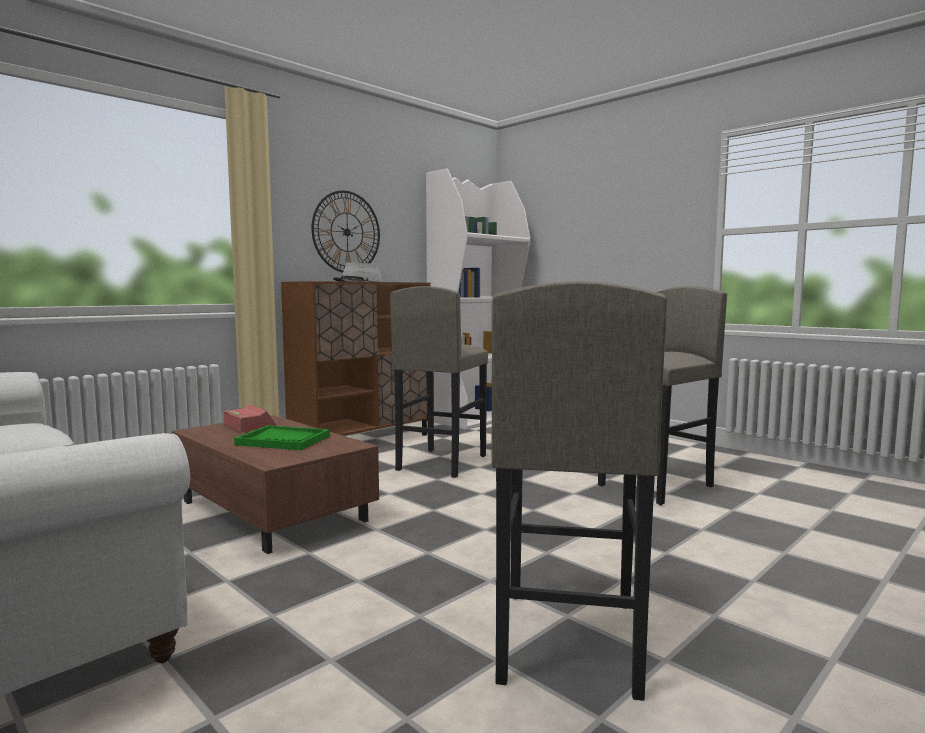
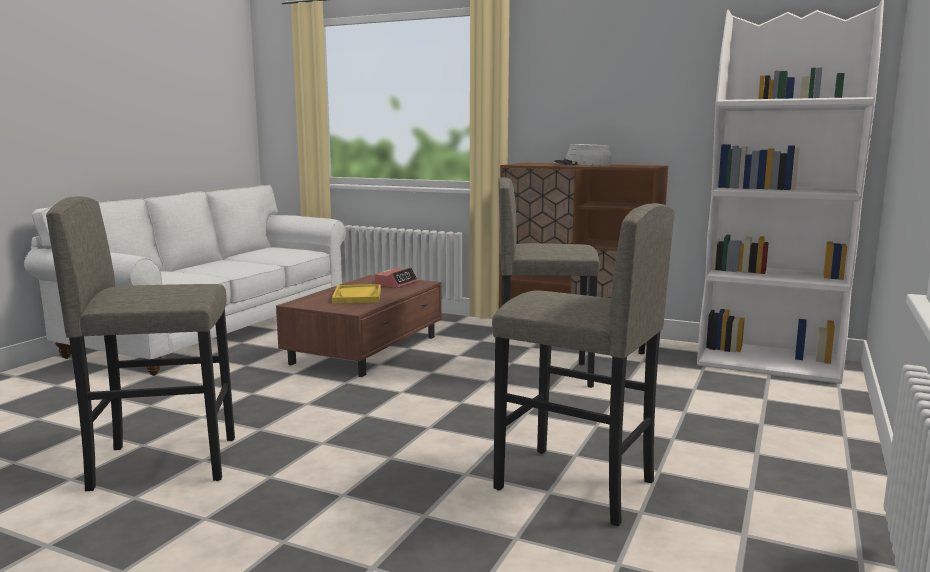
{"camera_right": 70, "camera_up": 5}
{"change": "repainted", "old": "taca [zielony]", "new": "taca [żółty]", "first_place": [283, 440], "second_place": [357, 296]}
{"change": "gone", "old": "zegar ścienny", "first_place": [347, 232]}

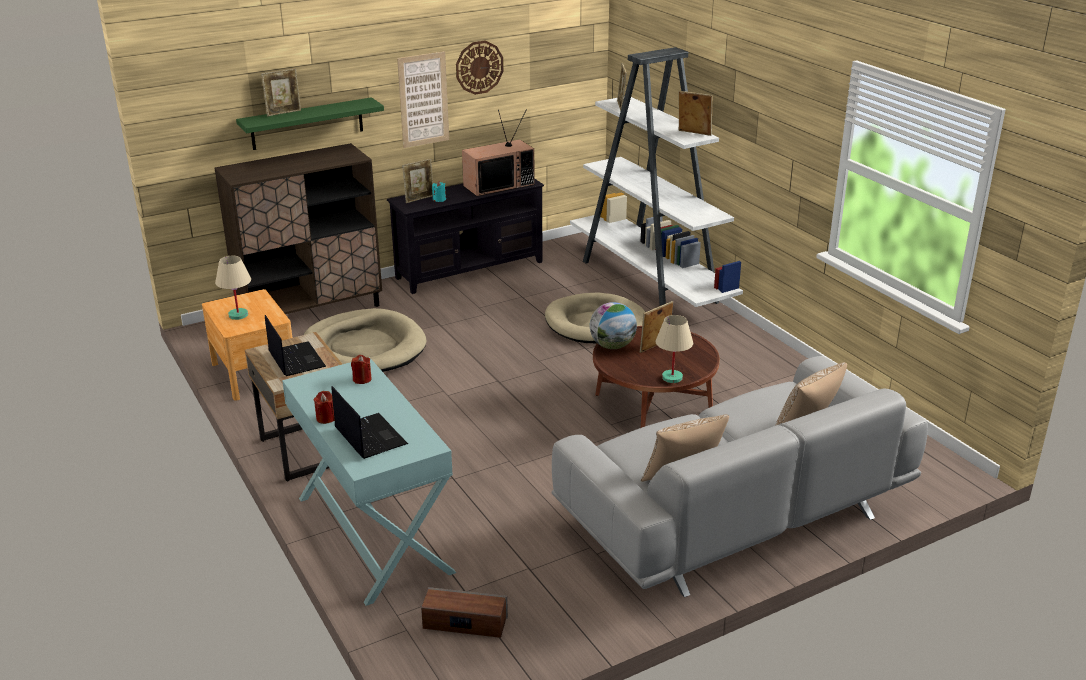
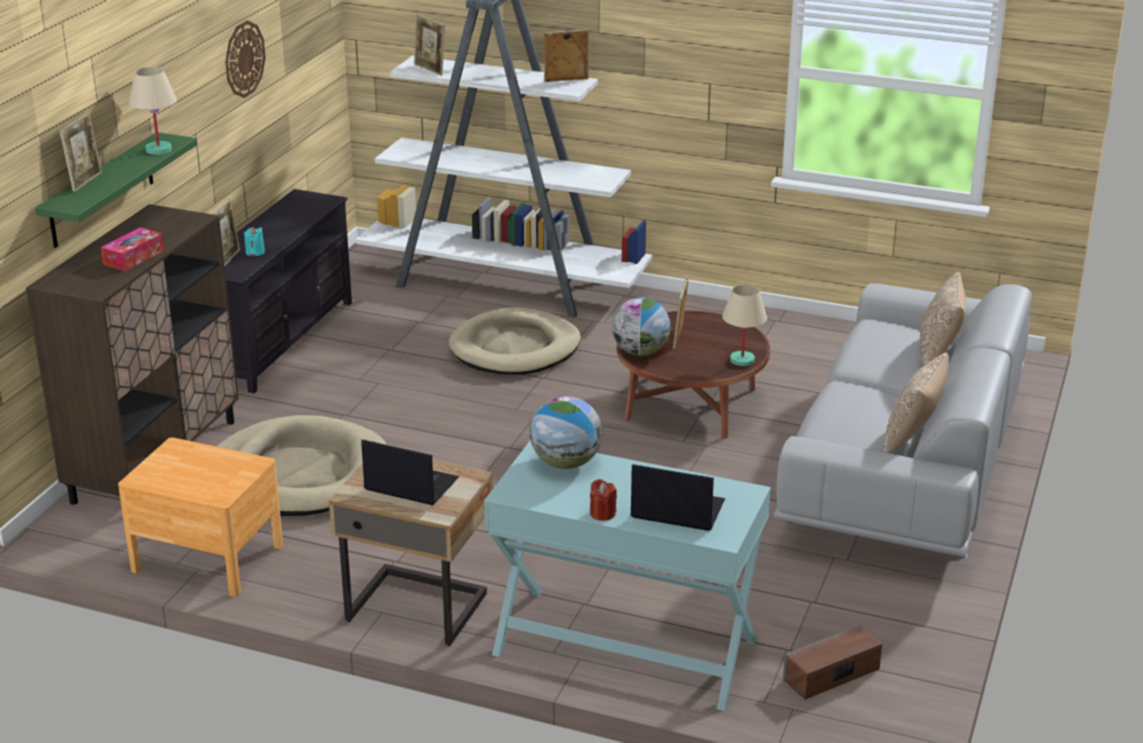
{"camera_right": -40, "camera_up": 0}
{"change": "shifted", "old": "lampa stołowa [beżowy]", "first_place": [238, 315], "second_place": [158, 149]}
{"change": "swapped", "old": "świeca [czerwony]", "new": "globus", "first_place": [362, 379], "second_place": [566, 463]}
{"change": "gone", "old": "obraz", "first_place": [423, 99]}
{"change": "gone", "old": "telewizor", "first_place": [499, 185]}
{"change": "new", "new": "pudełko chusteczek", "second_place": [134, 257]}

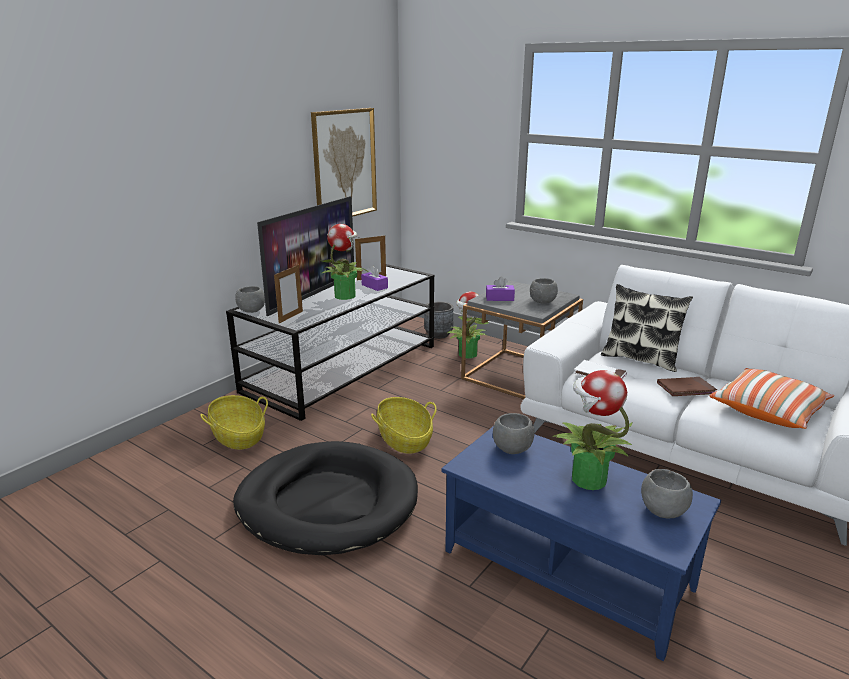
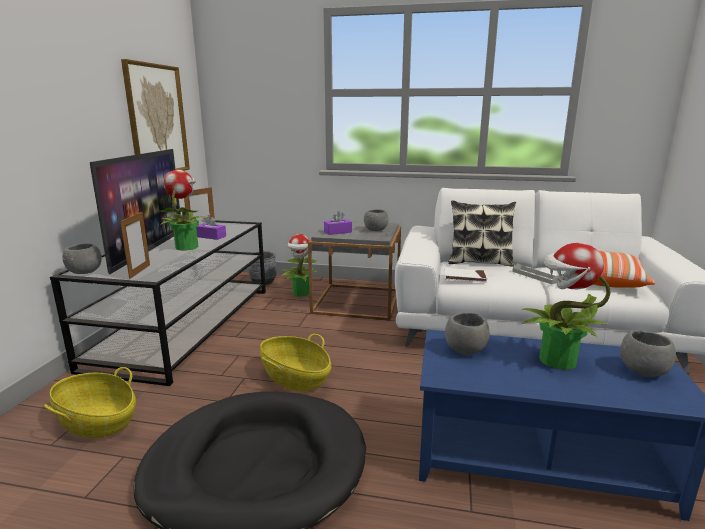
{"camera_right": -25, "camera_up": -5}
{"change": "swapped", "old": "książka [brązowy]", "new": "taca [szary]", "first_place": [685, 389], "second_place": [535, 276]}

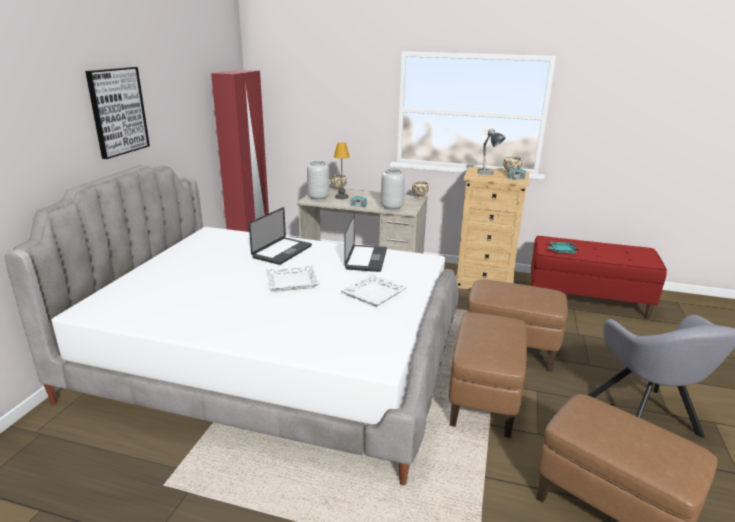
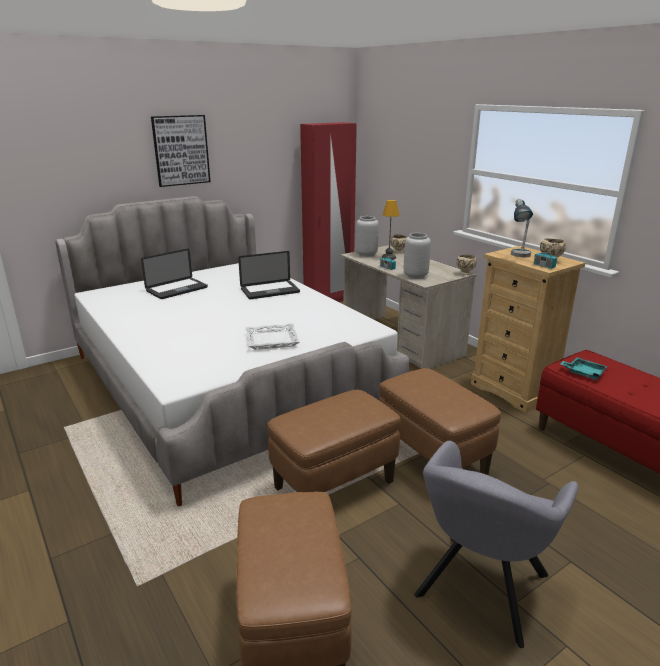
{"camera_right": 40, "camera_up": 0}
{"change": "gone", "old": "taca [biały]", "first_place": [292, 282]}
{"change": "shifted", "old": "laptop", "first_place": [366, 259], "second_place": [177, 289]}

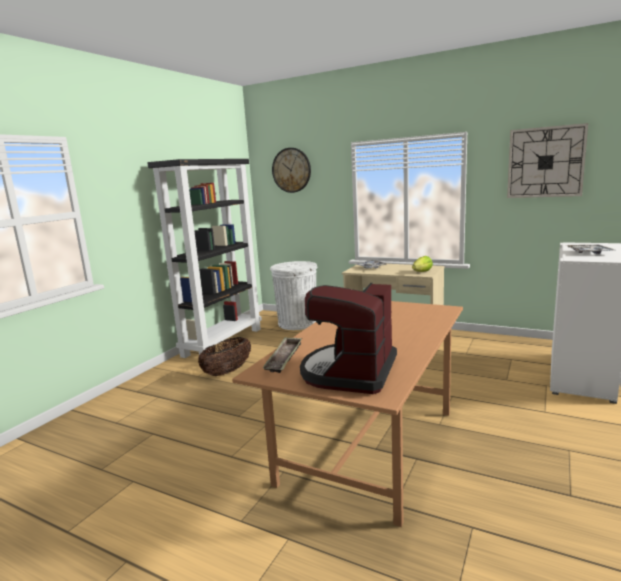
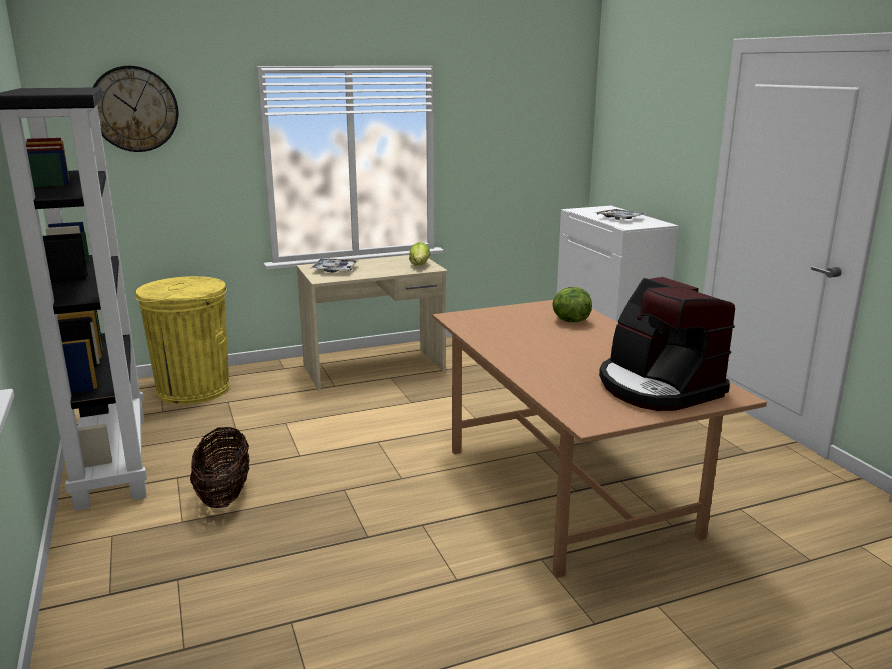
{"camera_right": -50, "camera_up": 5}
{"change": "gone", "old": "taca", "first_place": [284, 358]}
{"change": "repainted", "old": "kosz na śmieci [biały]", "new": "kosz na śmieci [żółty]", "first_place": [297, 323], "second_place": [193, 389]}
{"change": "gone", "old": "zegar ścienny", "first_place": [545, 162]}
{"change": "new", "new": "sałata", "second_place": [569, 321]}

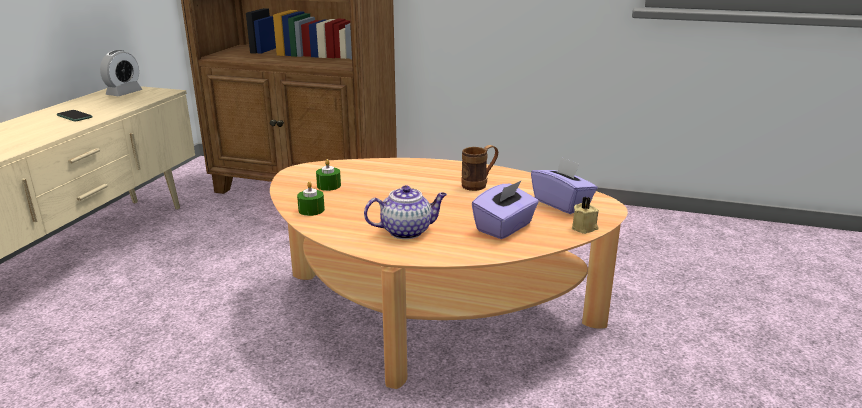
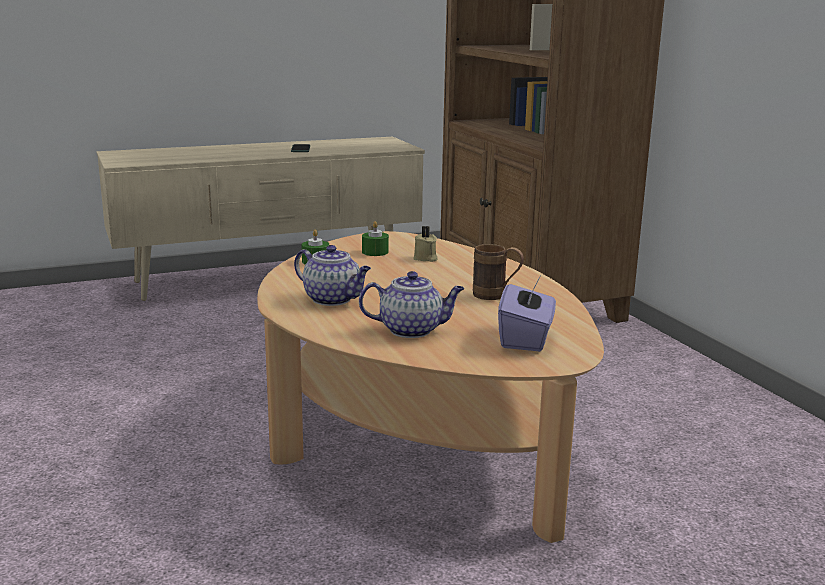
{"camera_right": 50, "camera_up": -5}
{"change": "gone", "old": "budzik", "first_place": [124, 93]}
{"change": "swapped", "old": "pudełko chusteczek [fioletowy]", "new": "imbryk", "first_place": [504, 227], "second_place": [412, 330]}
{"change": "shifted", "old": "świeca [beżowy]", "first_place": [585, 228], "second_place": [425, 258]}

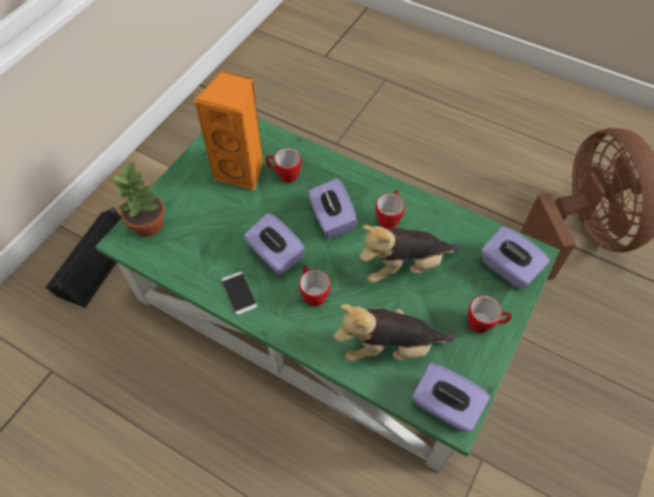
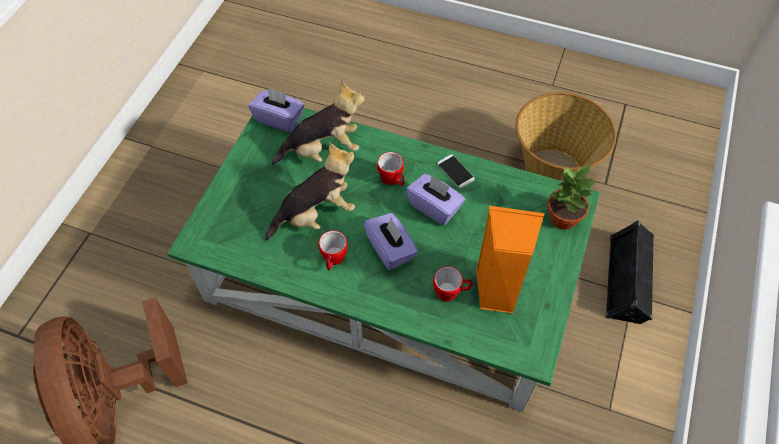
{"camera_right": 170, "camera_up": 0}
{"change": "gone", "old": "kubek", "first_place": [484, 324]}
{"change": "gone", "old": "pudełko chusteczek [fioletowy]", "first_place": [508, 268]}
{"change": "new", "new": "koszyk", "second_place": [552, 171]}

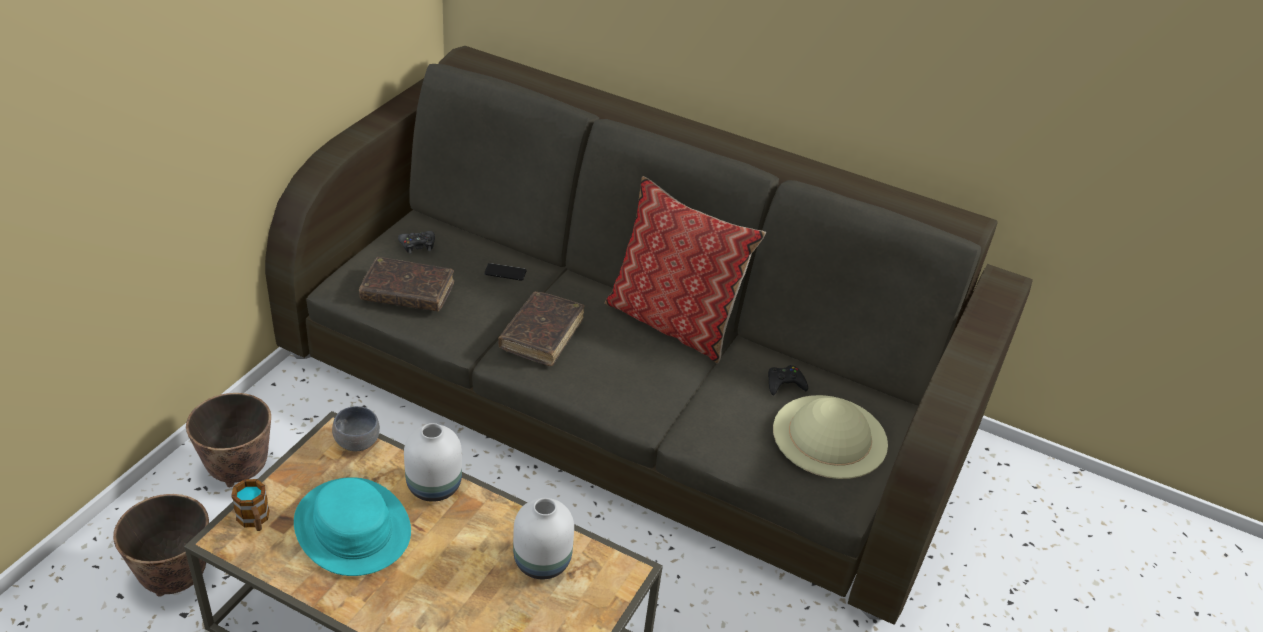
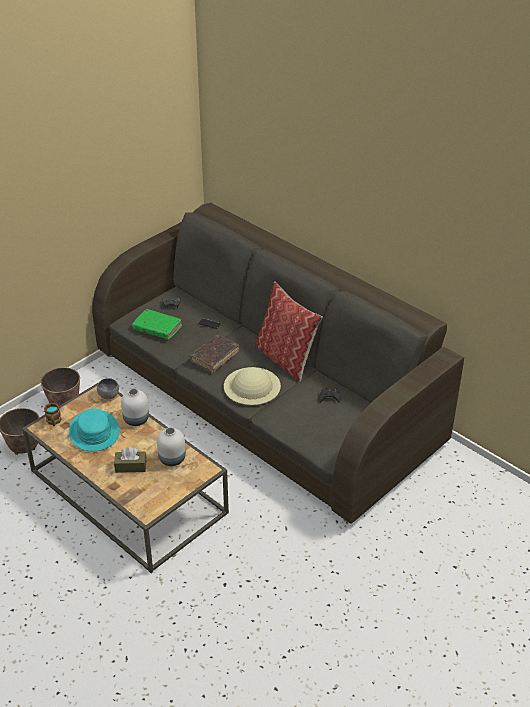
{"camera_right": 20, "camera_up": 0}
{"change": "repainted", "old": "książka [brązowy]", "new": "książka [zielony]", "first_place": [407, 293], "second_place": [157, 328]}
{"change": "shifted", "old": "kapelusz [beżowy]", "first_place": [830, 436], "second_place": [252, 386]}
{"change": "new", "new": "pudełko chusteczek [brązowy]", "second_place": [131, 466]}

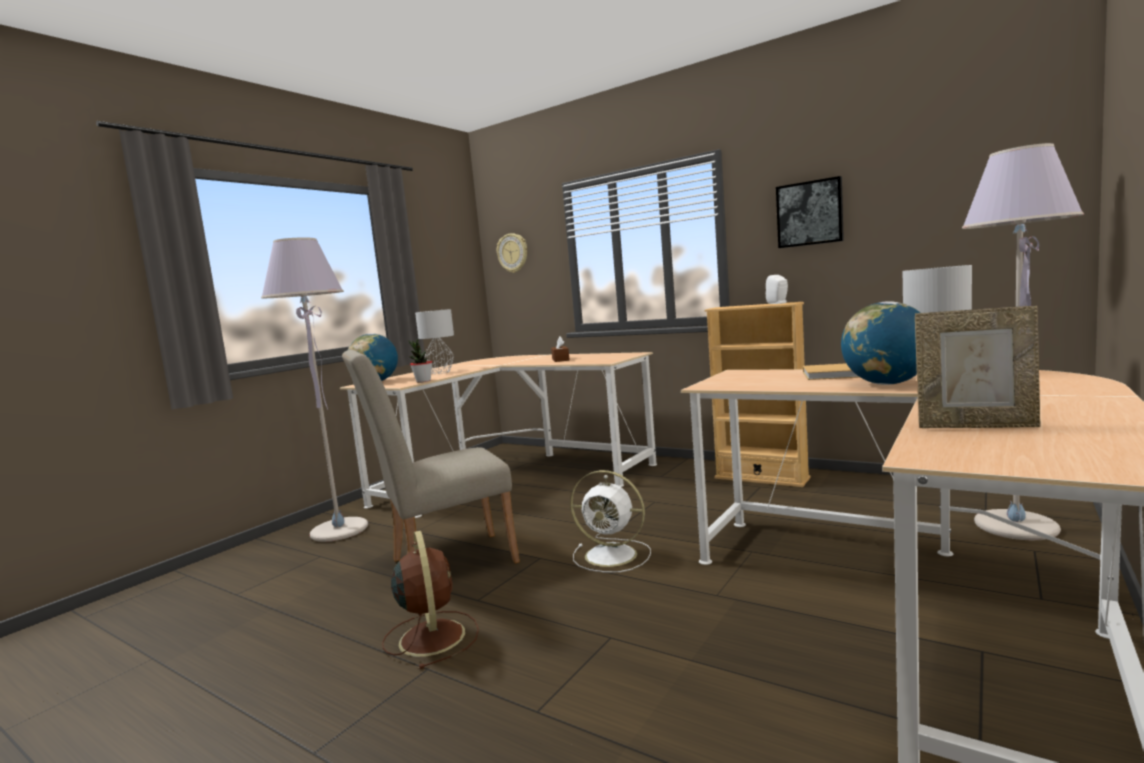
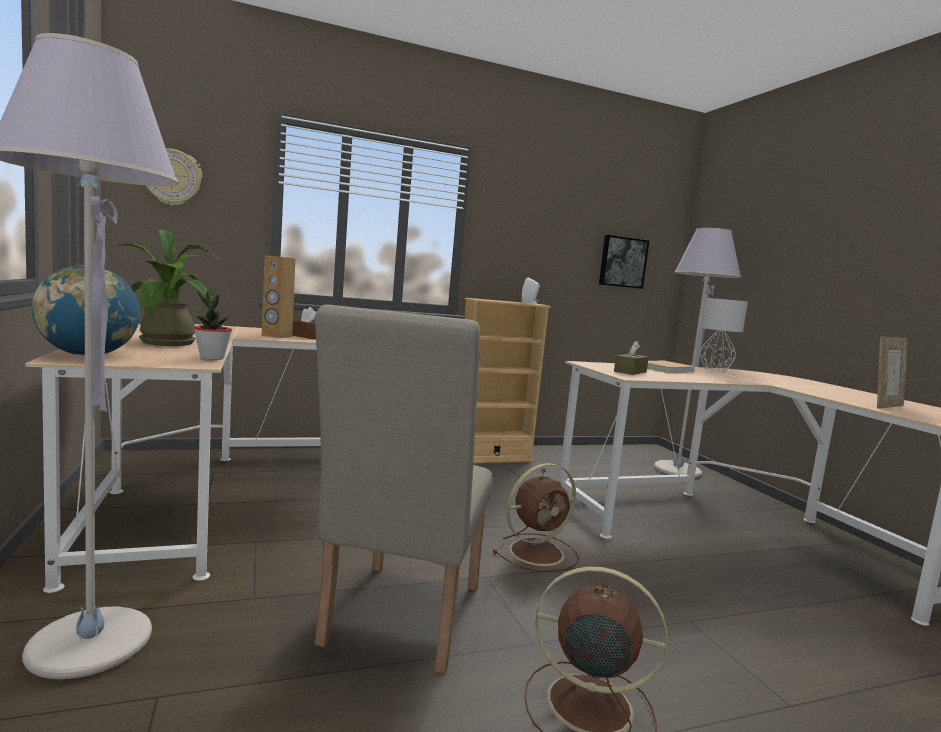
{"camera_right": -55, "camera_up": 0}
{"change": "swapped", "old": "lampa stołowa [szary]", "new": "roślina doniczkowa", "first_place": [439, 372], "second_place": [166, 344]}
{"change": "repainted", "old": "wentylator [biały]", "new": "wentylator [brązowy]", "first_place": [613, 555], "second_place": [538, 552]}
{"change": "shifted", "old": "obraz", "first_place": [810, 213], "second_place": [622, 262]}
{"change": "gone", "old": "globus", "first_place": [887, 384]}
{"change": "new", "new": "głośnik [brązowy]", "second_place": [276, 336]}
{"change": "new", "new": "pudełko chusteczek [brązowy]", "second_place": [630, 372]}

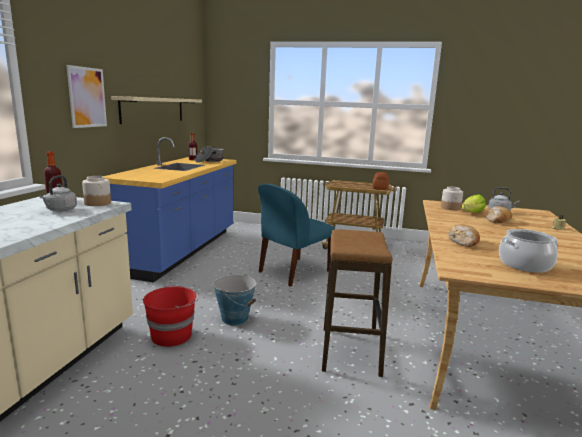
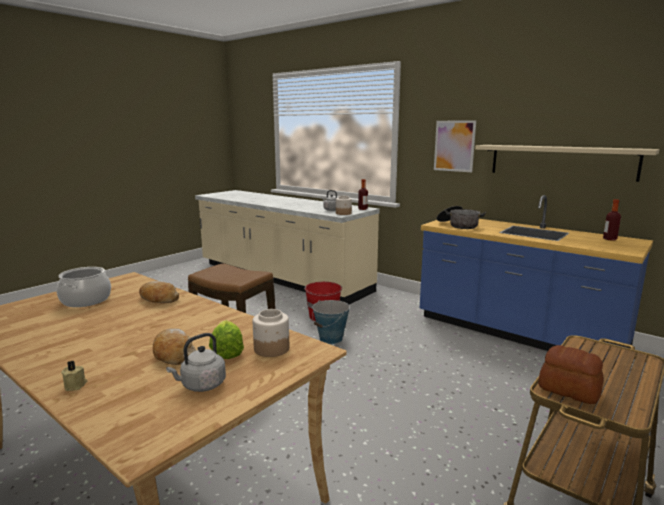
{"camera_right": 115, "camera_up": 0}
{"change": "shifted", "old": "garnek", "first_place": [209, 161], "second_place": [458, 225]}
{"change": "gone", "old": "krzesło [niebieski]", "first_place": [293, 272]}

